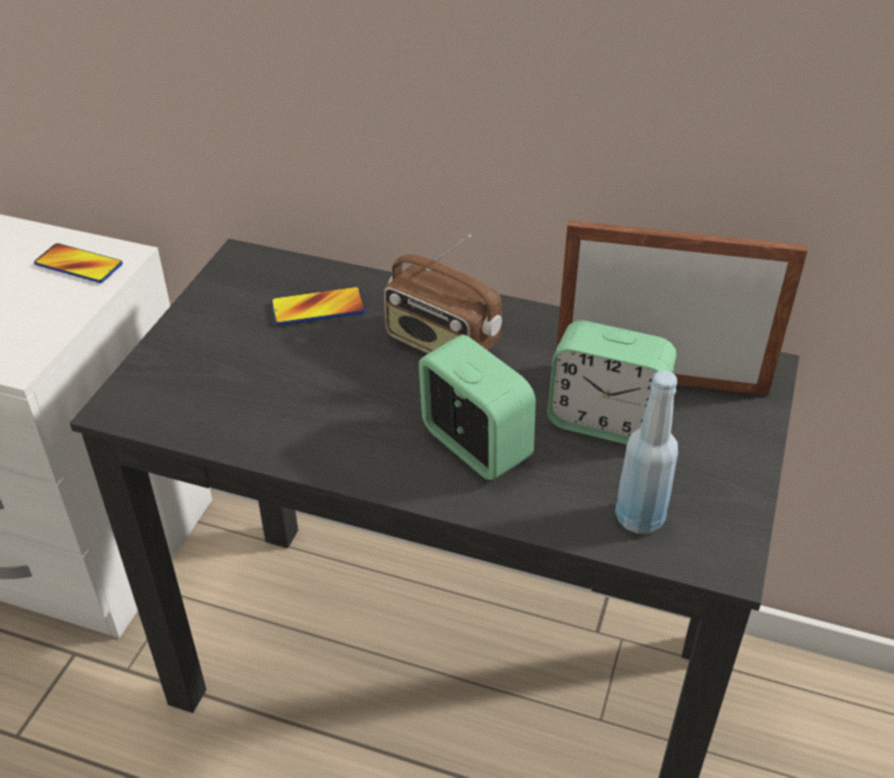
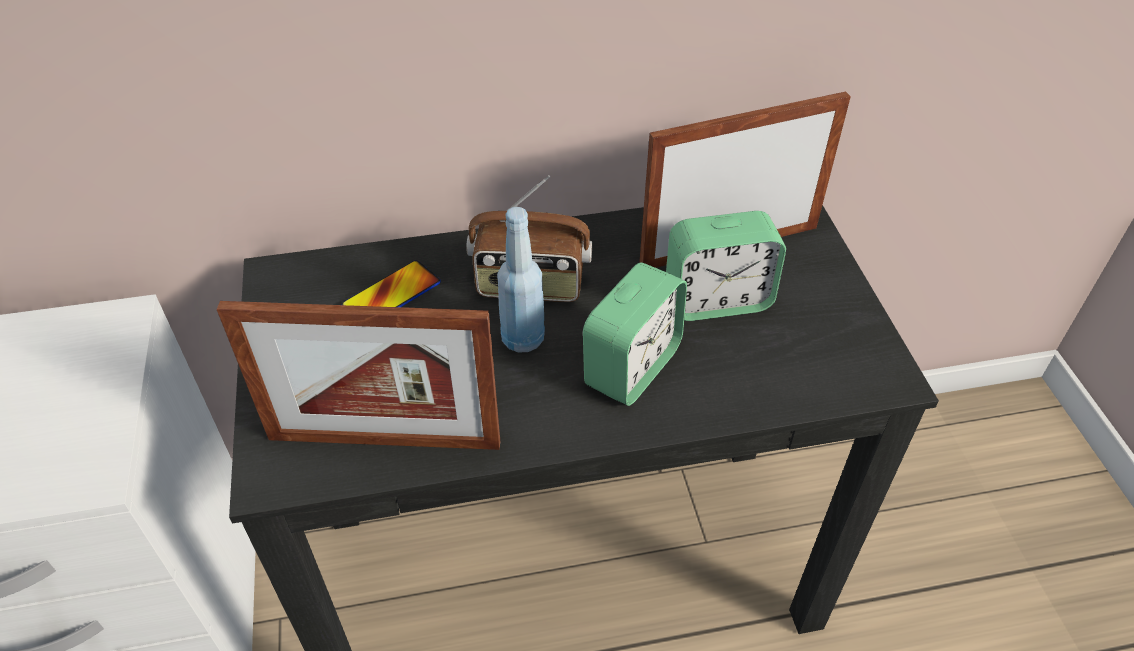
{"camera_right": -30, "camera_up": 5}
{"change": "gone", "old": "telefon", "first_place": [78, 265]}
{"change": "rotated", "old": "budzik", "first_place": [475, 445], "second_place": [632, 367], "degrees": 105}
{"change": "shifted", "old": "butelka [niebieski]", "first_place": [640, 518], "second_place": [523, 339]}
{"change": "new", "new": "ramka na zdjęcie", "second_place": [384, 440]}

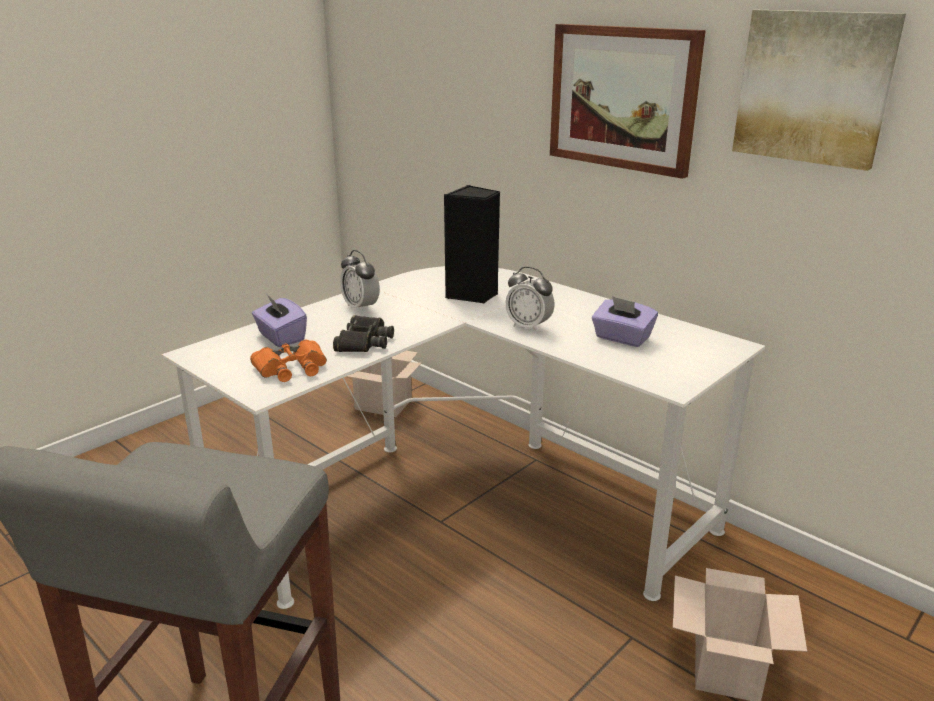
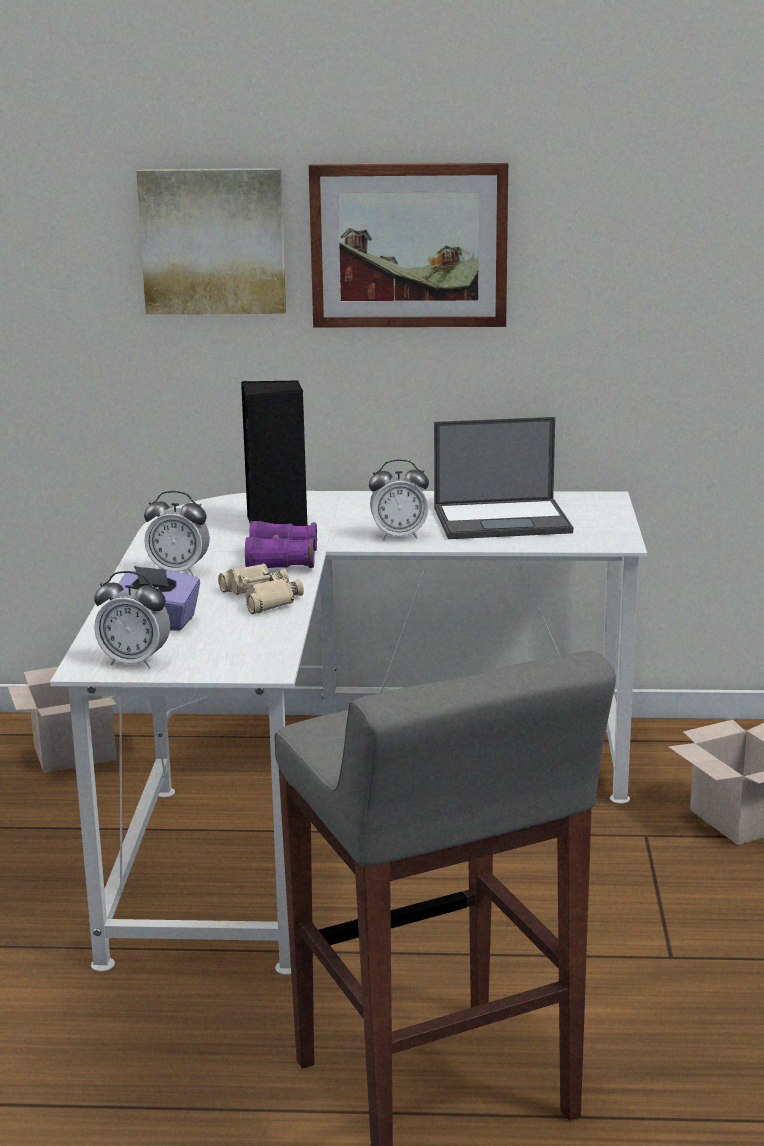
{"camera_right": -40, "camera_up": -5}
{"change": "gone", "old": "lornetka [pomarańczowy]", "first_place": [291, 368]}
{"change": "repainted", "old": "lornetka [czarny]", "new": "lornetka [beżowy]", "first_place": [364, 341], "second_place": [261, 597]}
{"change": "swapped", "old": "pudełko chusteczek [fioletowy]", "new": "laptop", "first_place": [622, 338], "second_place": [503, 520]}
{"change": "shifted", "old": "obraz", "first_place": [813, 87], "second_place": [213, 241]}
{"change": "new", "new": "budzik", "second_place": [135, 662]}
{"change": "new", "new": "lornetka [fioletowy]", "second_place": [281, 561]}

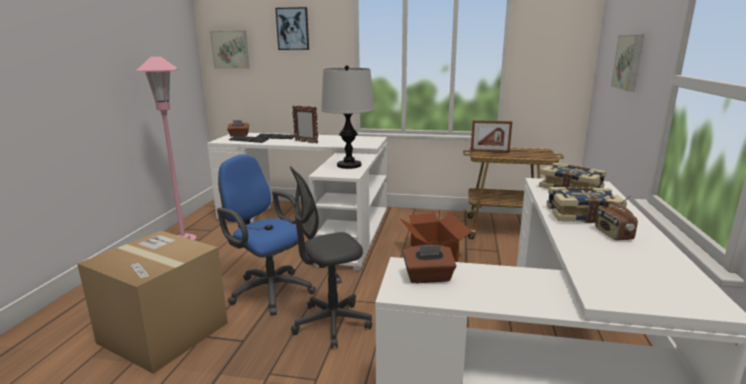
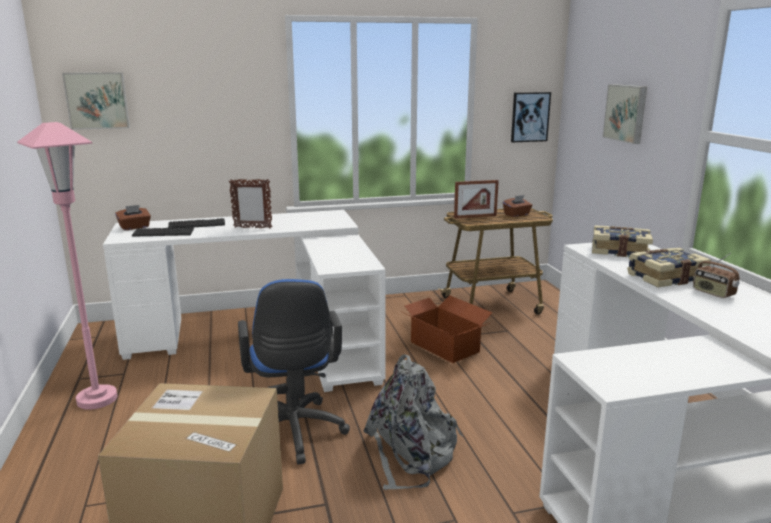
{"camera_right": -25, "camera_up": 0}
{"change": "rotated", "old": "krzesło biurowe [niebieski]", "first_place": [268, 290], "second_place": [293, 434], "degrees": -120}
{"change": "shifted", "old": "obraz", "first_place": [293, 29], "second_place": [530, 117]}
{"change": "swapped", "old": "krzesło biurowe [szary]", "new": "plecak [szary]", "first_place": [331, 323], "second_place": [411, 454]}
{"change": "gone", "old": "lampa stołowa", "first_place": [348, 165]}
{"change": "shifted", "old": "pudełko chusteczek [brązowy]", "first_place": [428, 277], "second_place": [517, 214]}

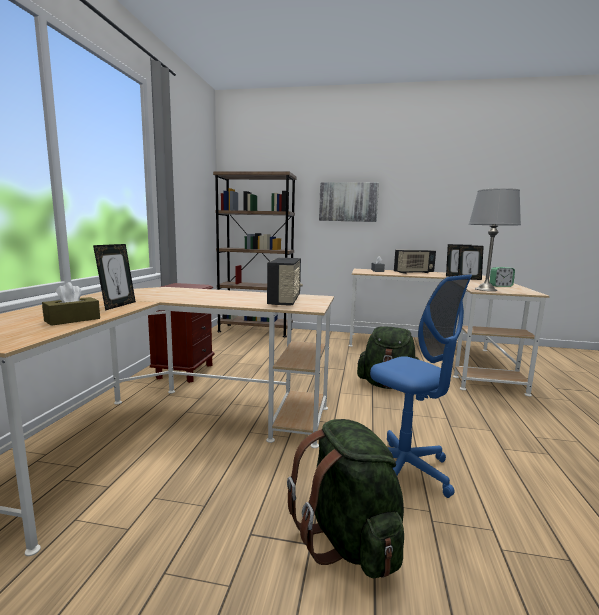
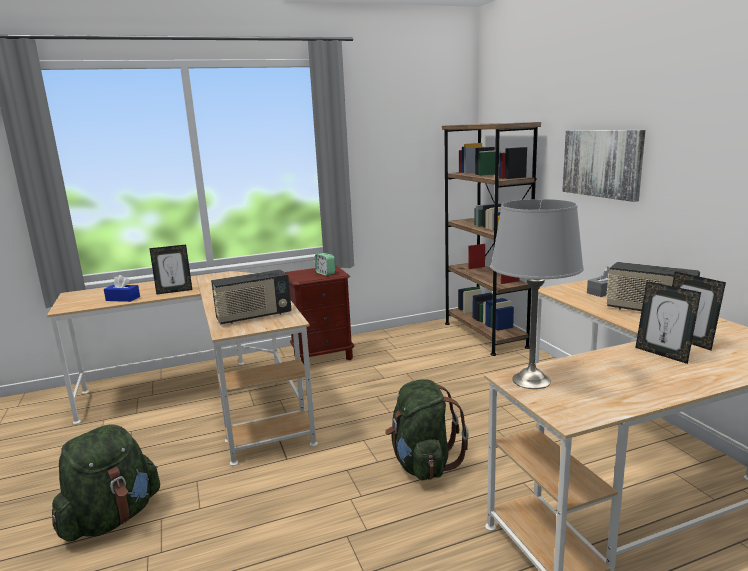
{"camera_right": 60, "camera_up": 5}
{"change": "repainted", "old": "pudełko chusteczek [brązowy]", "new": "pudełko chusteczek [niebieski]", "first_place": [72, 320], "second_place": [123, 299]}
{"change": "gone", "old": "krzesło biurowe [niebieski]", "first_place": [405, 470]}
{"change": "shifted", "old": "budzik", "first_place": [500, 286], "second_place": [325, 273]}

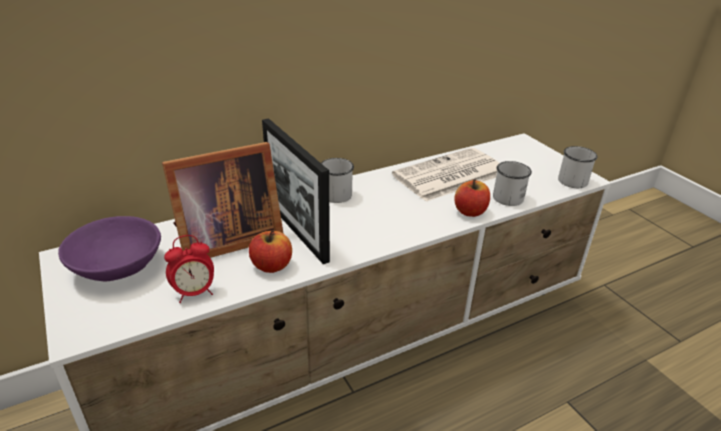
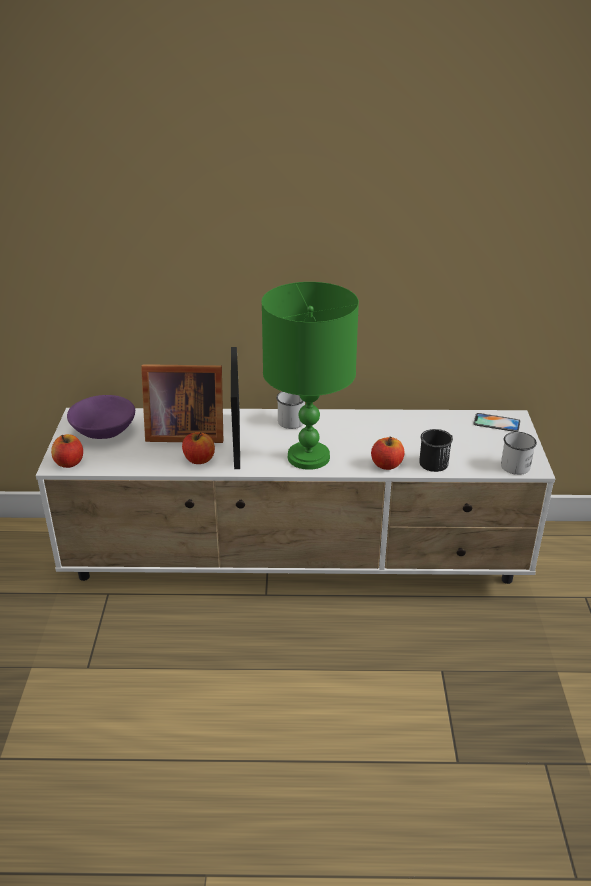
{"camera_right": 30, "camera_up": 0}
{"change": "gone", "old": "budzik", "first_place": [194, 293]}
{"change": "gone", "old": "gazeta", "first_place": [449, 175]}
{"change": "repainted", "old": "kubek [biały]", "new": "kubek [czarny]", "first_place": [508, 195], "second_place": [436, 461]}
{"change": "new", "new": "jabłko", "second_place": [69, 462]}
{"change": "new", "new": "lampa stołowa [zielony]", "second_place": [308, 457]}
{"change": "new", "new": "telefon", "second_place": [496, 423]}

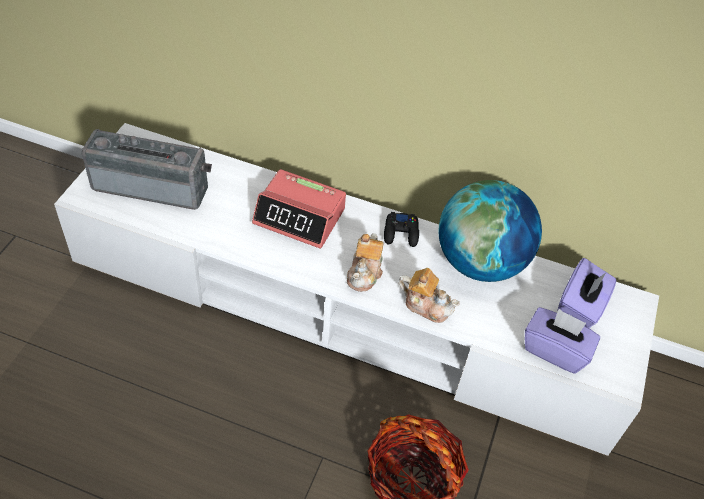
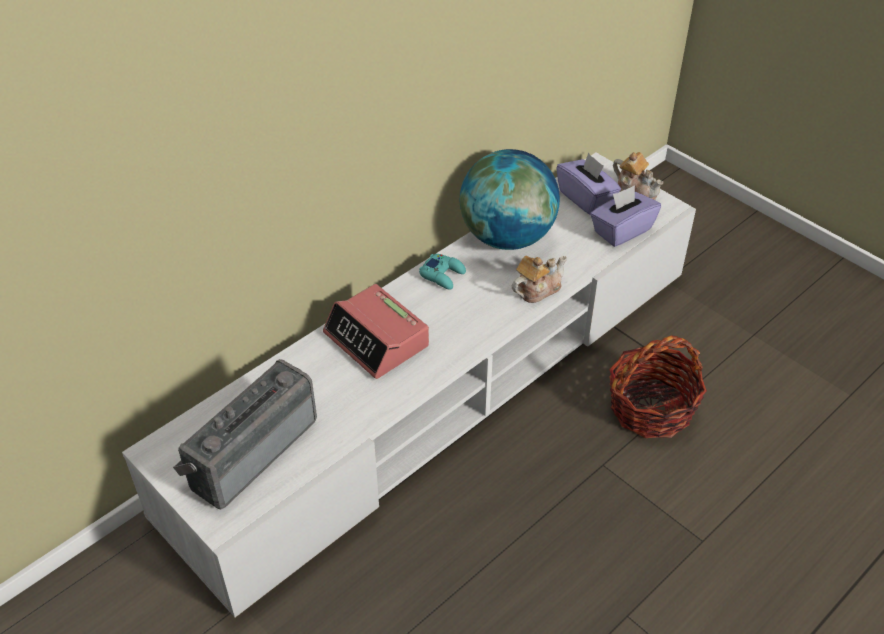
{"camera_right": -60, "camera_up": -5}
{"change": "rotated", "old": "budzik", "first_place": [300, 216], "second_place": [377, 340], "degrees": 90}
{"change": "shifted", "old": "imbryk", "first_place": [365, 273], "second_place": [636, 191]}
{"change": "repainted", "old": "pad do gier [czarny]", "new": "pad do gier [turkusowy]", "first_place": [401, 233], "second_place": [443, 275]}

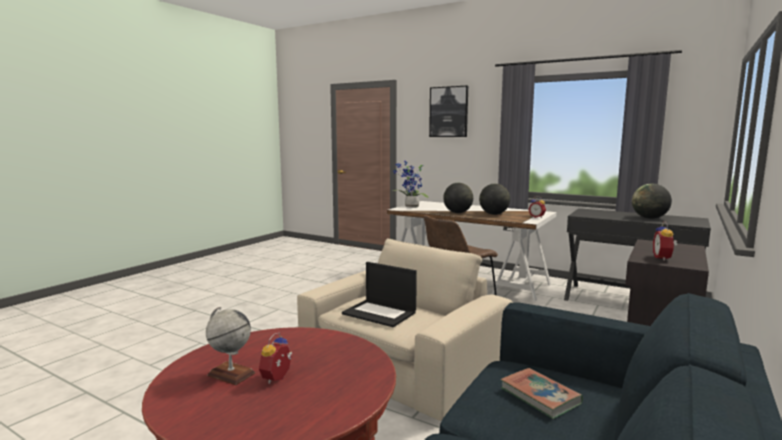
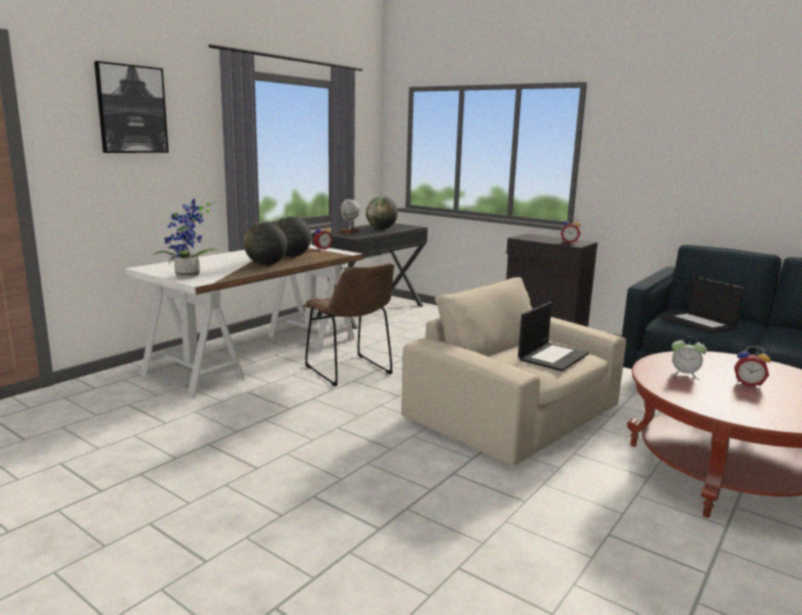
{"camera_right": -85, "camera_up": 5}
{"change": "shifted", "old": "globus", "first_place": [231, 374], "second_place": [349, 232]}
{"change": "swapped", "old": "książka", "new": "laptop", "first_place": [540, 396], "second_place": [699, 323]}
{"change": "new", "new": "budzik", "second_place": [684, 374]}

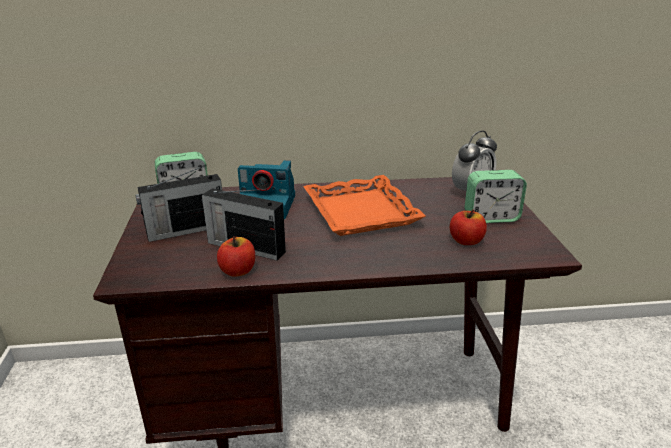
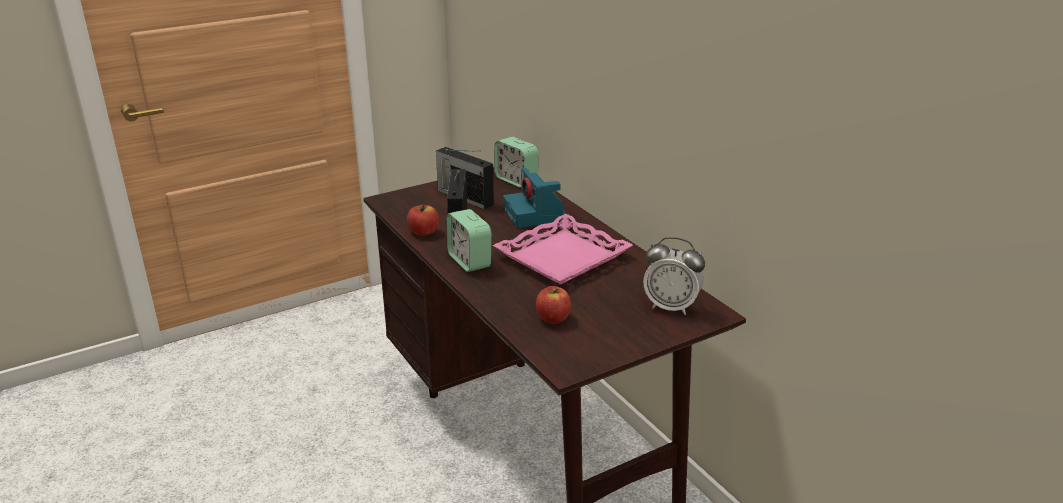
{"camera_right": 65, "camera_up": 0}
{"change": "repainted", "old": "taca [pomarańczowy]", "new": "taca [różowy]", "first_place": [360, 212], "second_place": [562, 256]}
{"change": "shifted", "old": "budzik", "first_place": [491, 217], "second_place": [469, 261]}

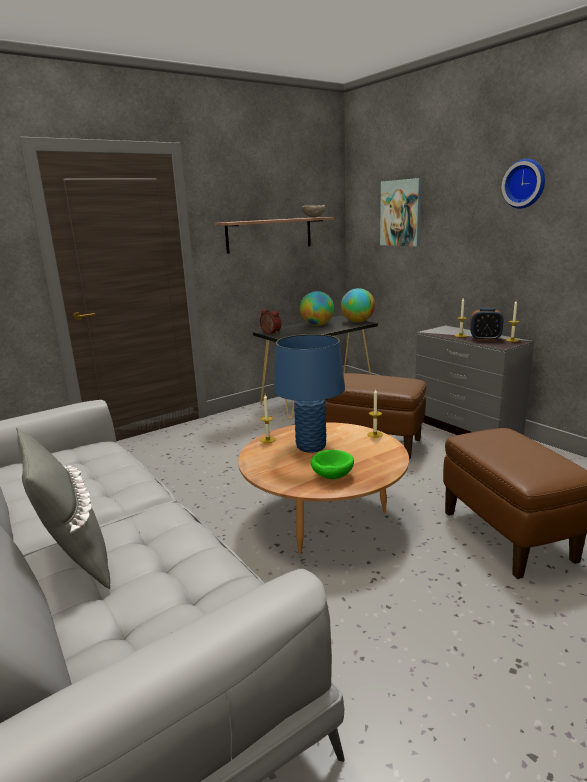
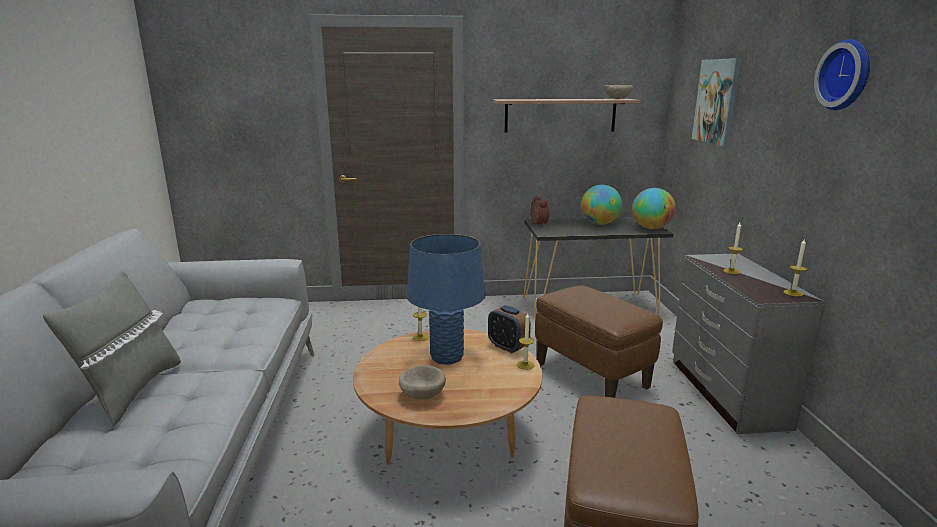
{"camera_right": 30, "camera_up": 0}
{"change": "repainted", "old": "miska [zielony]", "new": "miska [beżowy]", "first_place": [331, 476], "second_place": [422, 394]}
{"change": "shifted", "old": "budzik", "first_place": [485, 339], "second_place": [508, 347]}

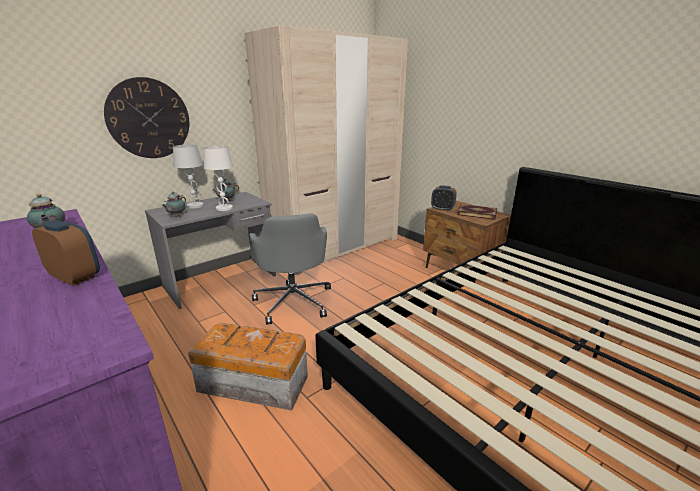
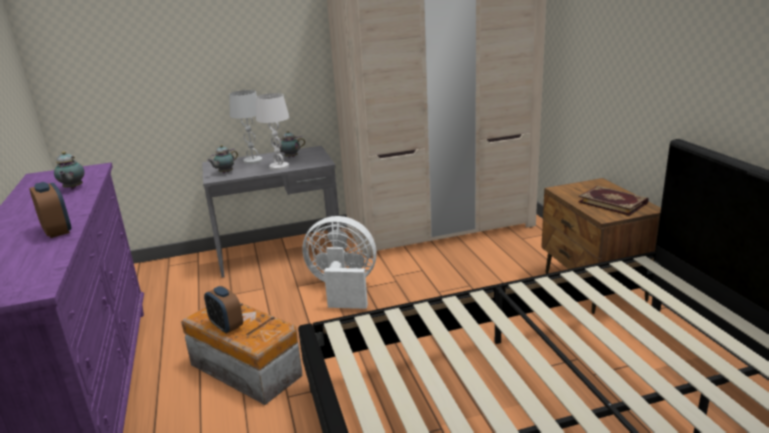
{"camera_right": 25, "camera_up": 0}
{"change": "gone", "old": "zegar ścienny", "first_place": [149, 119]}
{"change": "swapped", "old": "krzesło biurowe [szary]", "new": "wentylator [biały]", "first_place": [294, 301], "second_place": [343, 289]}
{"change": "shifted", "old": "budzik", "first_place": [442, 209], "second_place": [226, 326]}

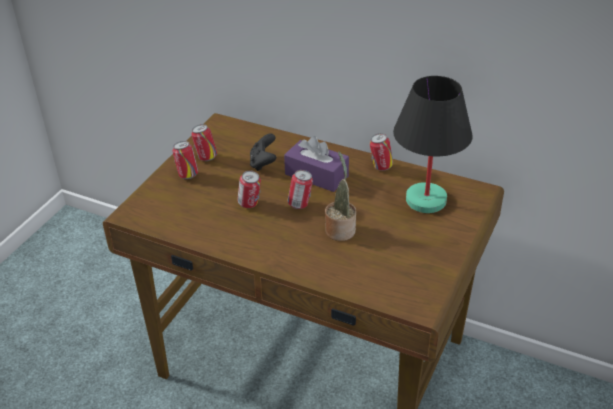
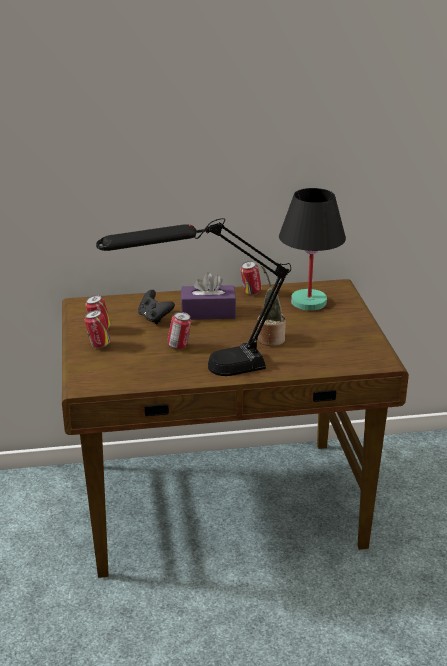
{"camera_right": -35, "camera_up": -10}
{"change": "gone", "old": "puszka", "first_place": [300, 205]}
{"change": "new", "new": "lampa stołowa [czarny]", "second_place": [200, 371]}

